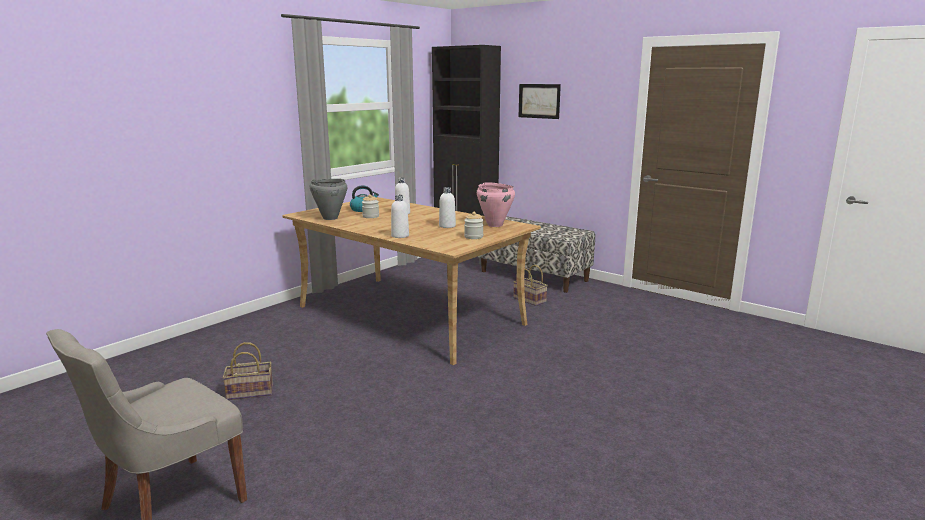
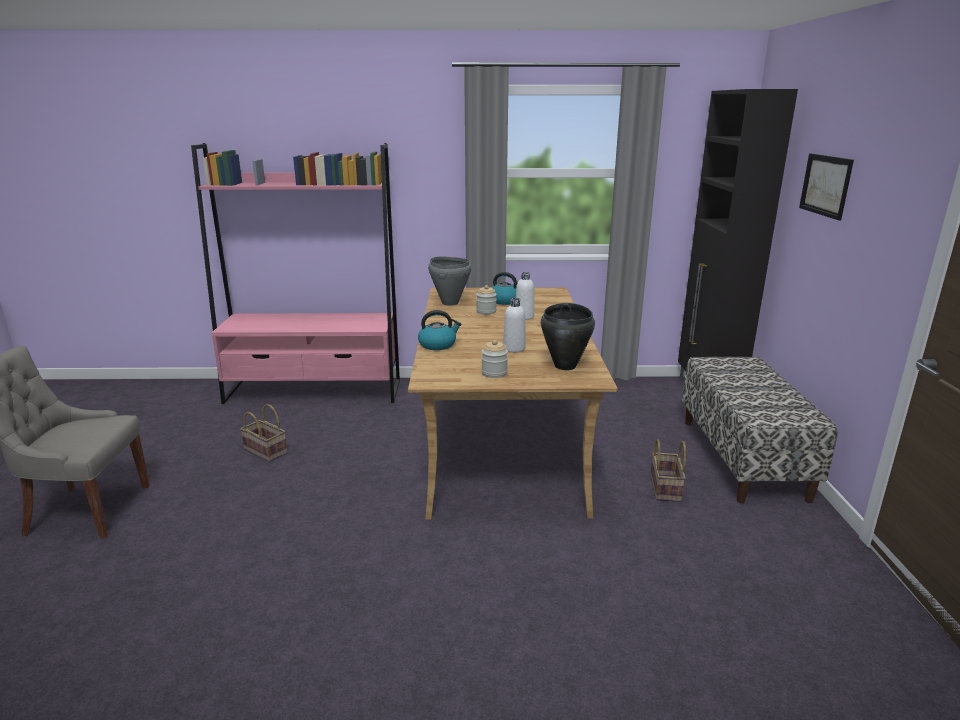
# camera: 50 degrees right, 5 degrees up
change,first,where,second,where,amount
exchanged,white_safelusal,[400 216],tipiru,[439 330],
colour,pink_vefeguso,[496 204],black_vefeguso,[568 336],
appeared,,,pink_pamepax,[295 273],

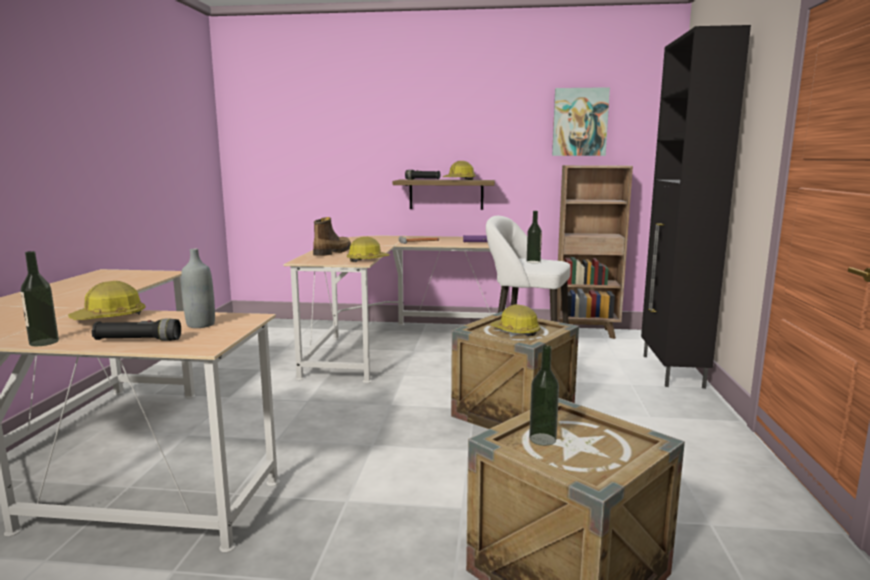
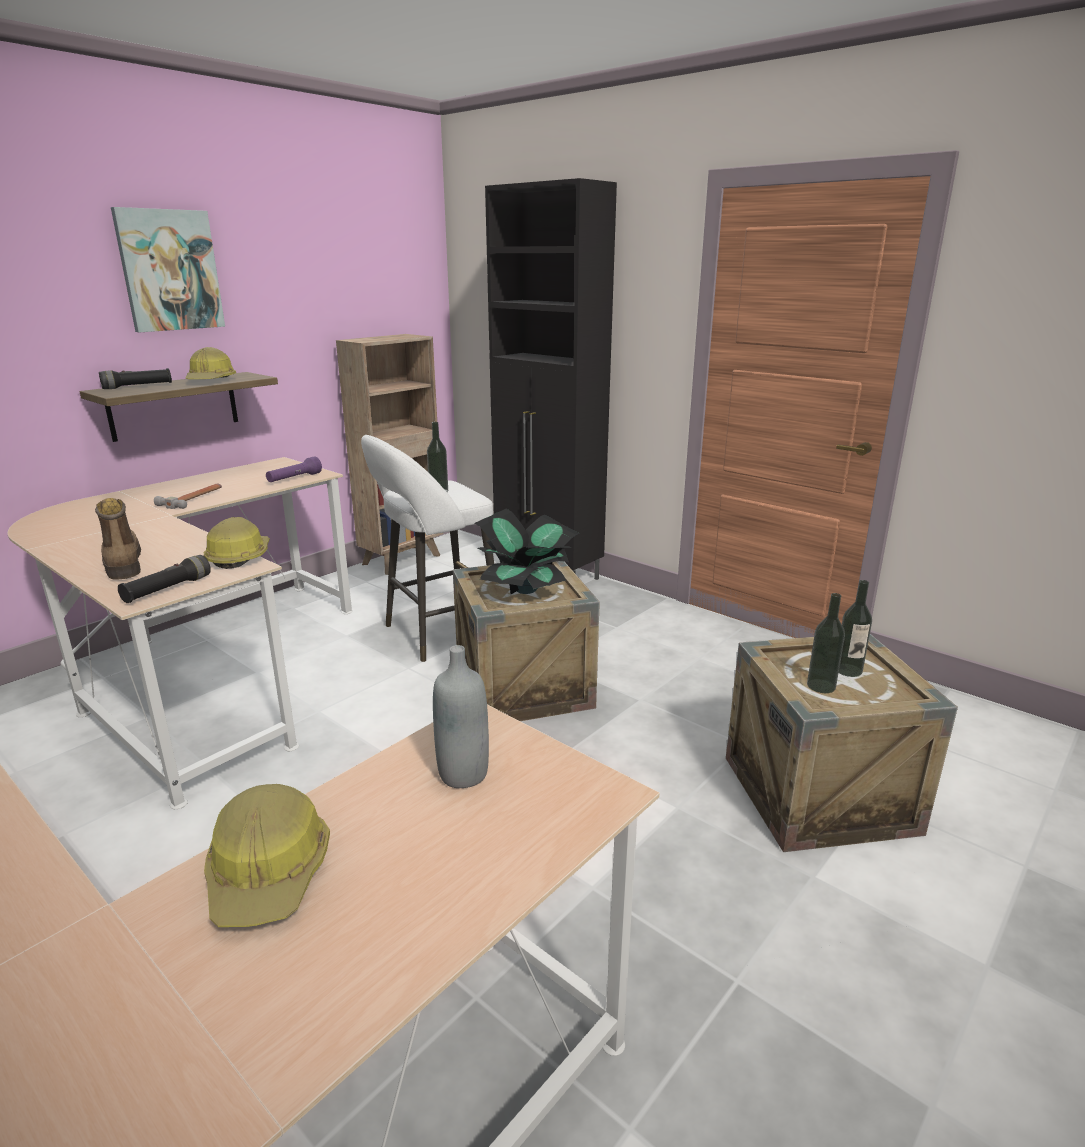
# camera: 55 degrees left, 10 degrees up
change,first,where,second,where,amount
relocated,safelusal,[39 298],,[855 628],
relocated,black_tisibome,[136 330],,[164 579],
exchanged,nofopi,[515 320],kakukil,[527 551],
relocated,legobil,[581 121],,[168 269],

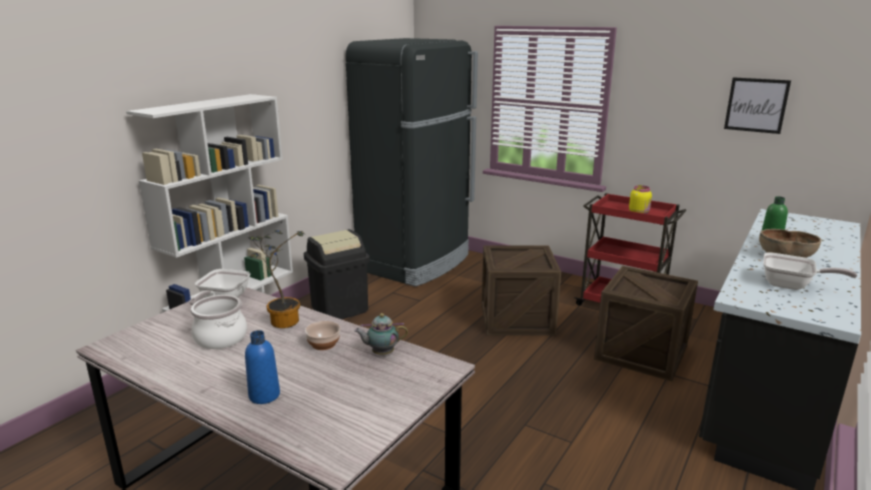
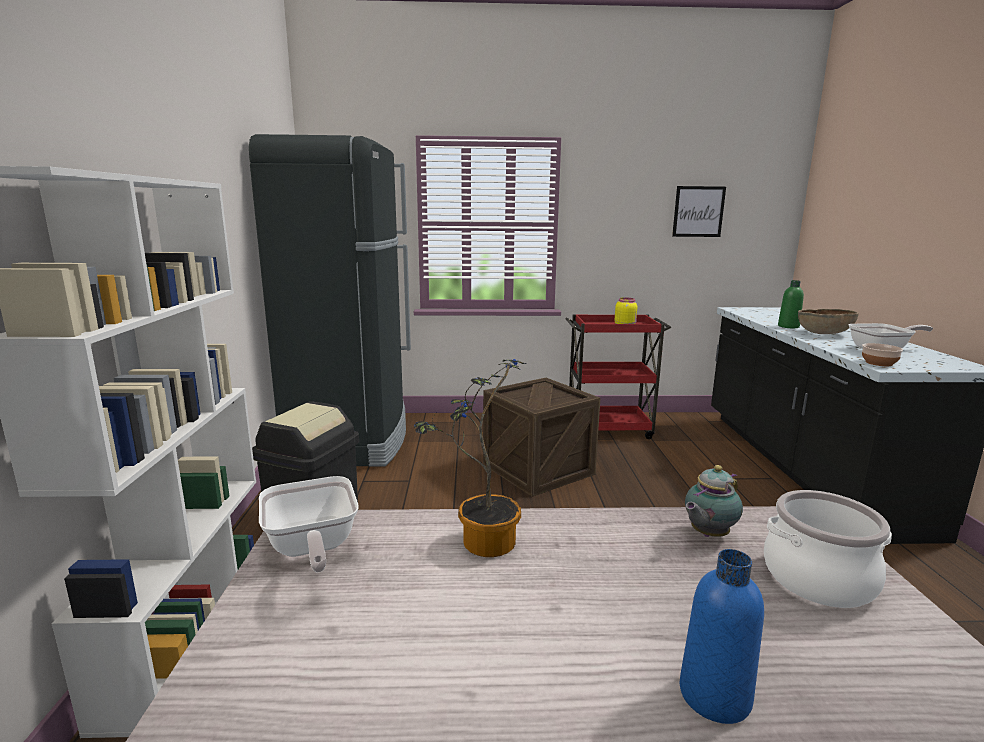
# camera: 35 degrees left, 5 degrees down
change,first,where,second,where,amount
relocated,vefeguso,[219 322],,[828 549],
relocated,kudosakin,[322 335],,[882 354],
missing,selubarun,[646 323],,,

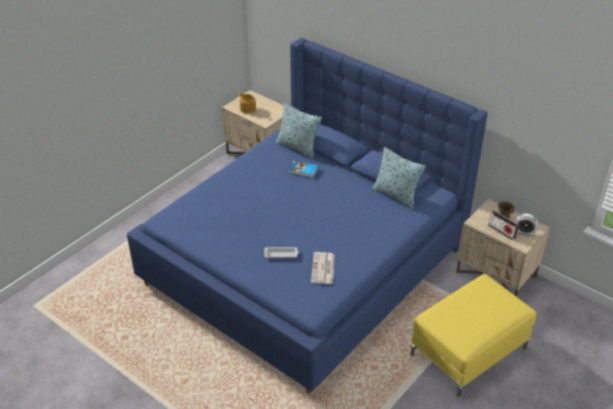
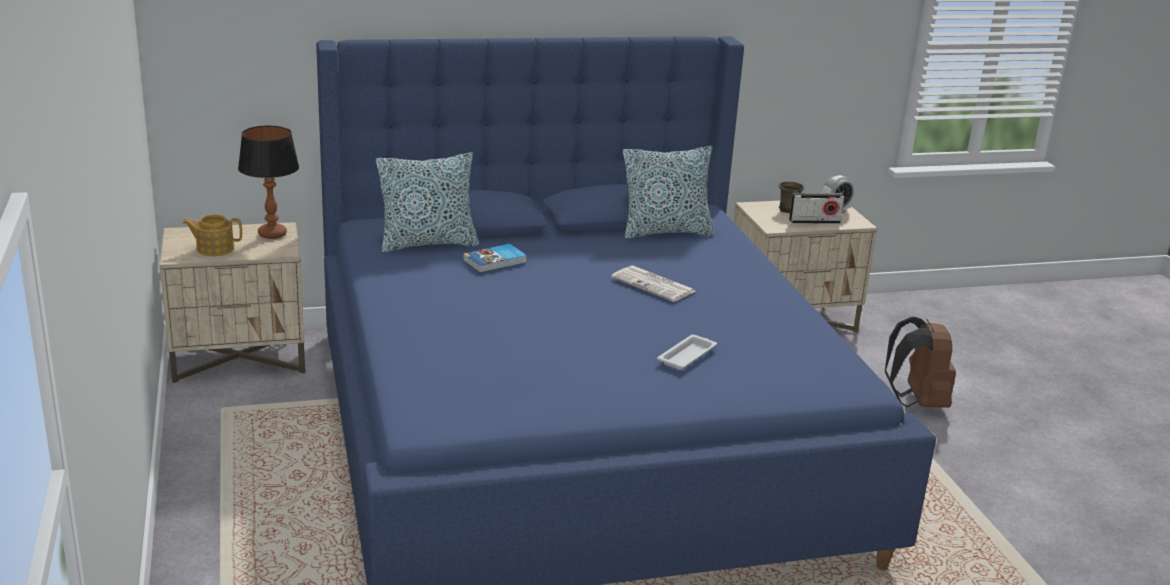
# camera: 55 degrees left, 15 degrees down
change,first,where,second,where,amount
relocated,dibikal,[323 268],,[653 284],
exchanged,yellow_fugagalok,[474 336],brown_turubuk,[920 362],
appeared,,,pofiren,[268 182],

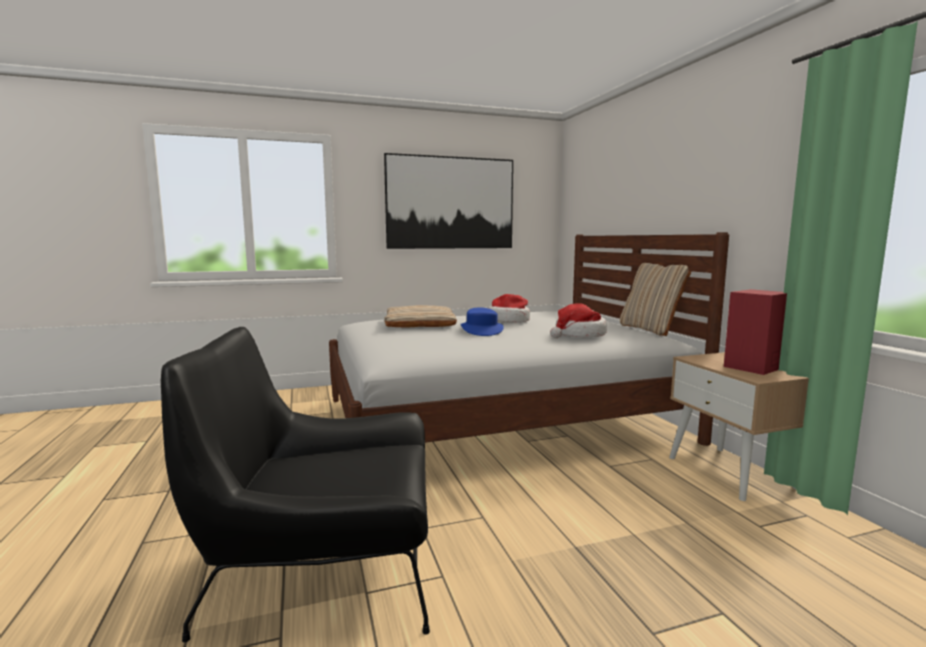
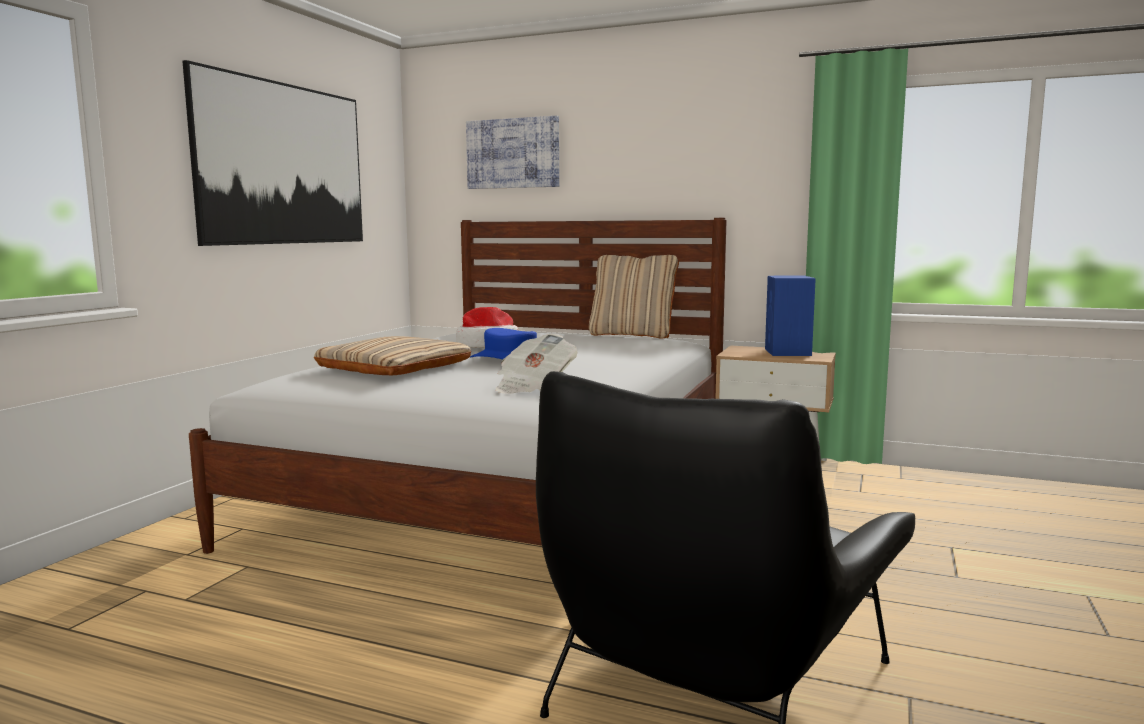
# camera: 50 degrees left, 0 degrees up
change,first,where,second,where,amount
missing,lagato,[578 320],,,
colour,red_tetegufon,[755 332],blue_tetegufon,[790 316],
appeared,,,legobil,[512 152],
appeared,,,dibikal,[536 364],

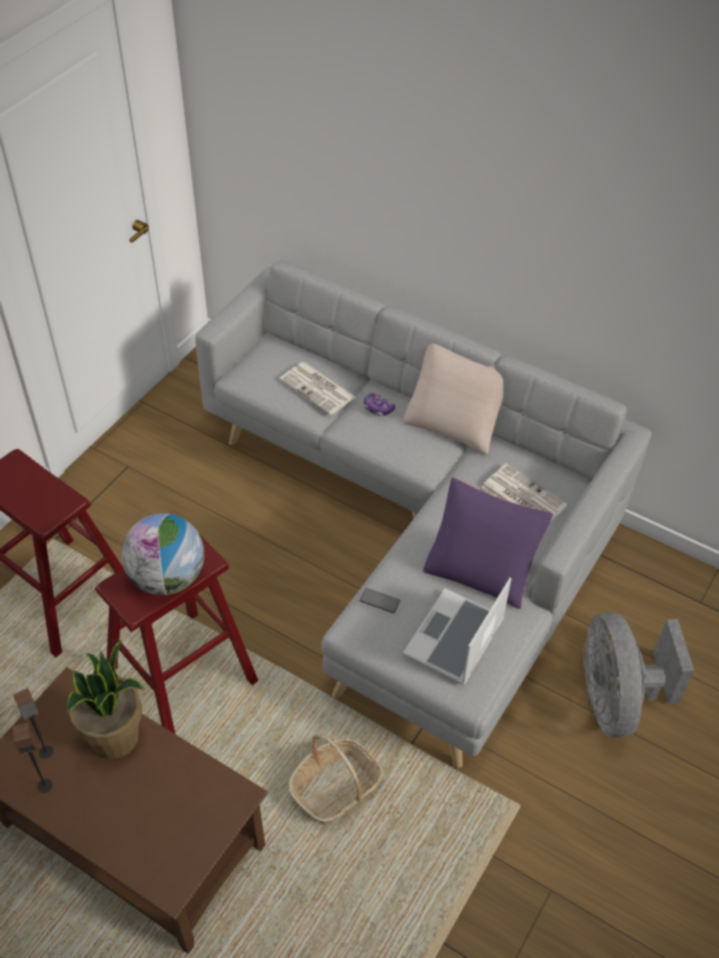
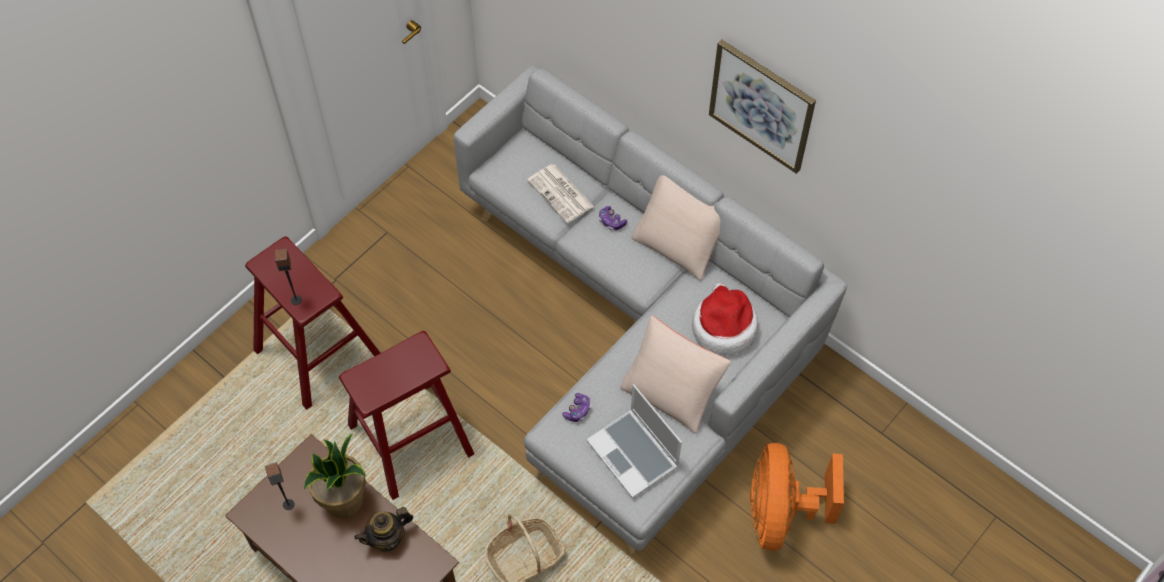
# camera: 10 degrees right, 10 degrees up
change,first,where,second,where,amount
relocated,tetegufon,[32 758],,[288 277],
missing,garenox,[162 554],,,
exchanged,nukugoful,[380 600],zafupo,[576 407],
spun,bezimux,[457 631],,[634 441],75 degrees counterclockwise
colour,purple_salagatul,[488 543],beige_salagatul,[675 375],
exchanged,dibikal,[524 492],lagato,[725 319],
colour,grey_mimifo,[638 675],orange_mimifo,[797 497],
appeared,,,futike,[383 529],
appeared,,,legobil,[762 106],

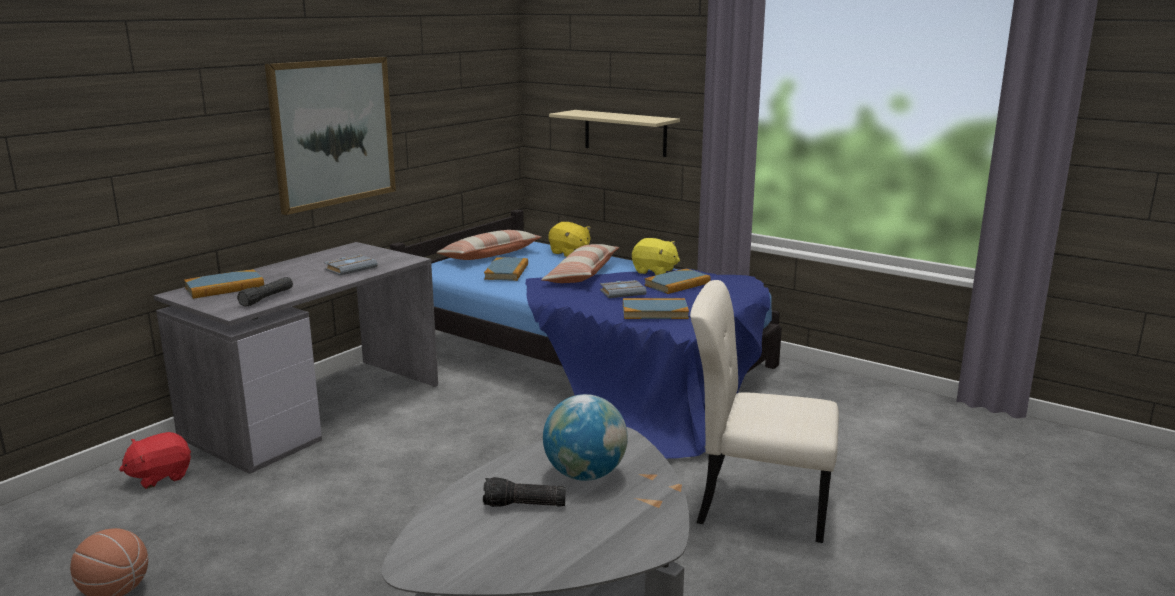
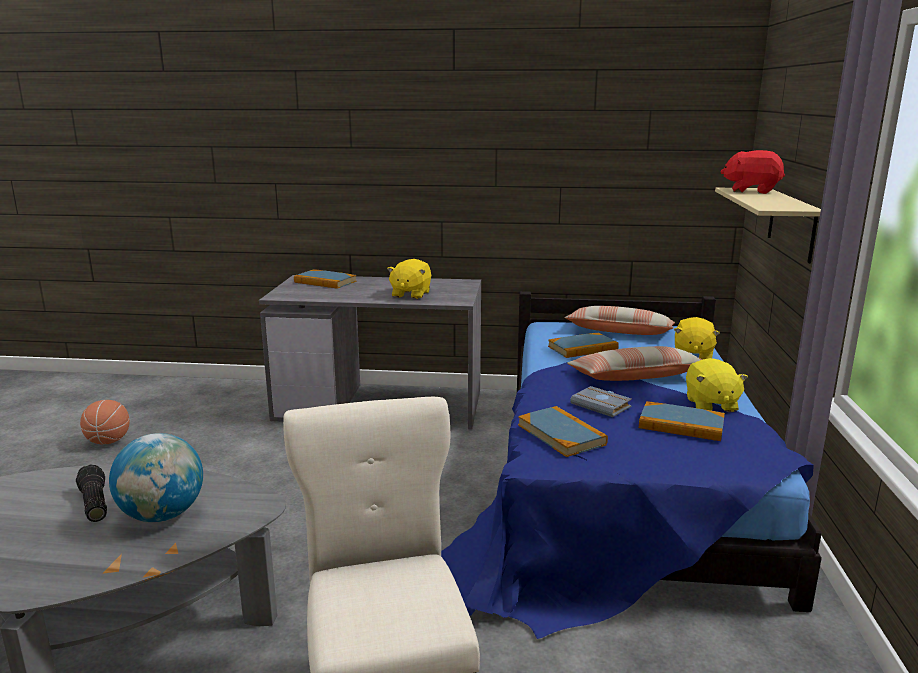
# camera: 60 degrees right, 0 degrees up
change,first,where,second,where,amount
relocated,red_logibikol,[155 460],,[752 172],
missing,black_tisibome,[265 291],,,
missing,legobil,[330 136],,,
exchanged,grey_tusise,[351 265],yellow_logibikol,[409 279],

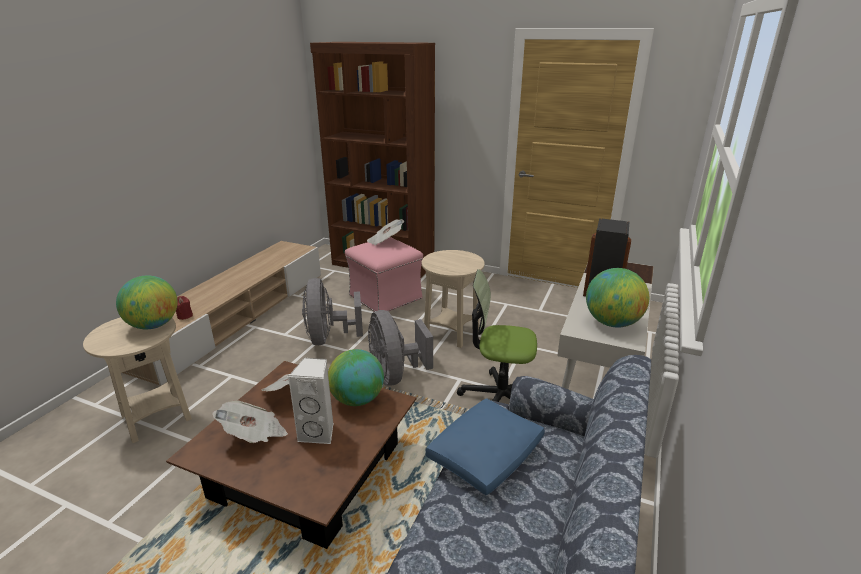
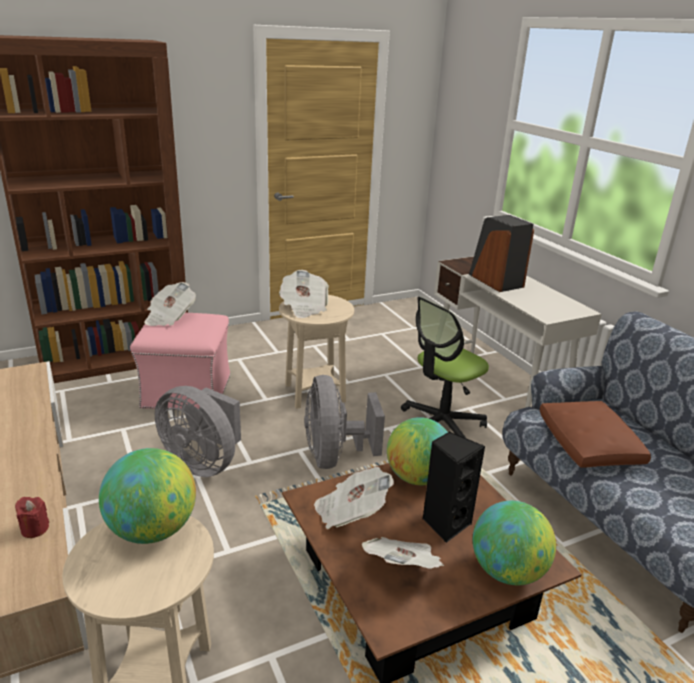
# camera: 50 degrees left, 0 degrees up
change,first,where,second,where,amount
colour,white_tetegufon,[311 401],black_tetegufon,[453 487],
spun,grey_mimifo,[400 348],,[344 422],60 degrees clockwise
colour,blue_salagatul,[485 446],brown_salagatul,[595 434],
relocated,garenox,[617 298],,[514 543],
appeared,,,dibikal,[304 294],

